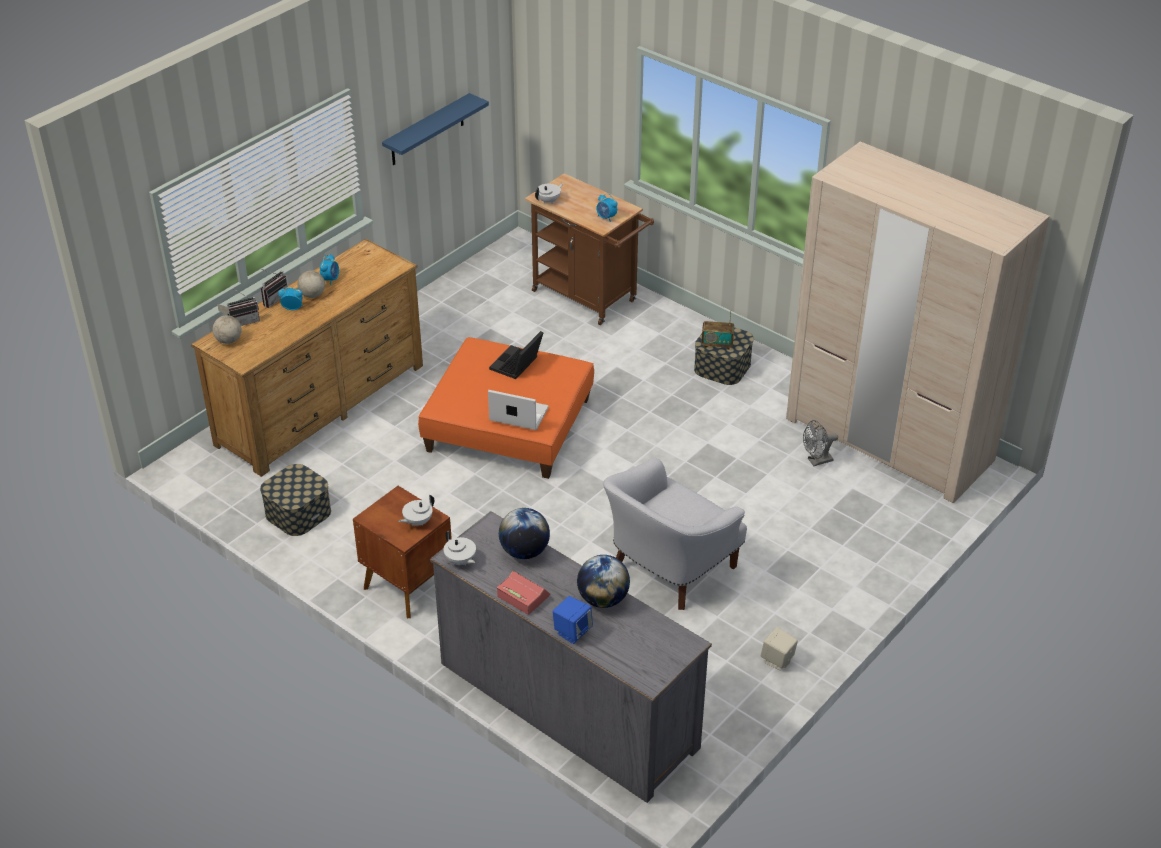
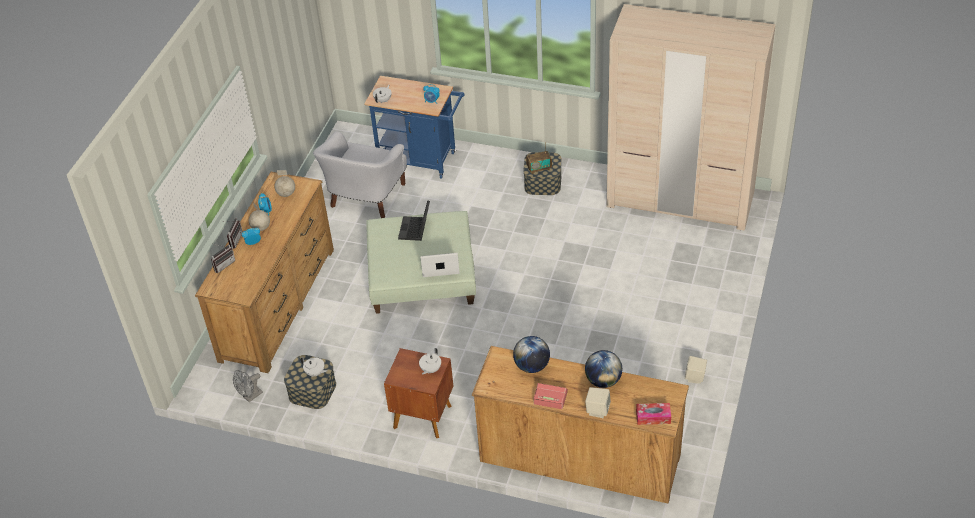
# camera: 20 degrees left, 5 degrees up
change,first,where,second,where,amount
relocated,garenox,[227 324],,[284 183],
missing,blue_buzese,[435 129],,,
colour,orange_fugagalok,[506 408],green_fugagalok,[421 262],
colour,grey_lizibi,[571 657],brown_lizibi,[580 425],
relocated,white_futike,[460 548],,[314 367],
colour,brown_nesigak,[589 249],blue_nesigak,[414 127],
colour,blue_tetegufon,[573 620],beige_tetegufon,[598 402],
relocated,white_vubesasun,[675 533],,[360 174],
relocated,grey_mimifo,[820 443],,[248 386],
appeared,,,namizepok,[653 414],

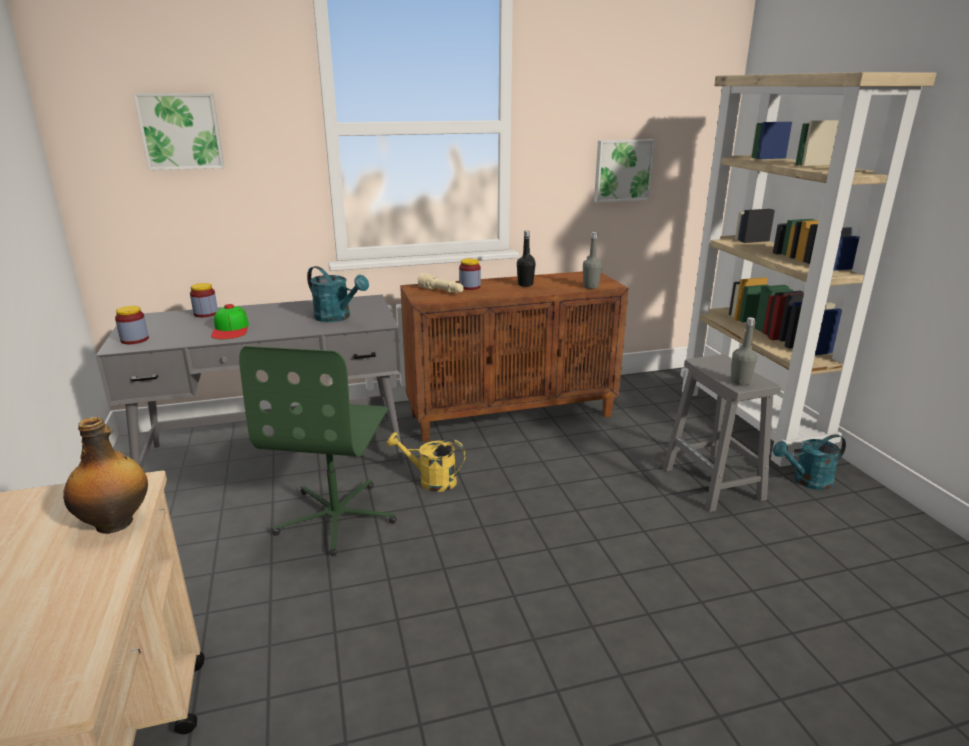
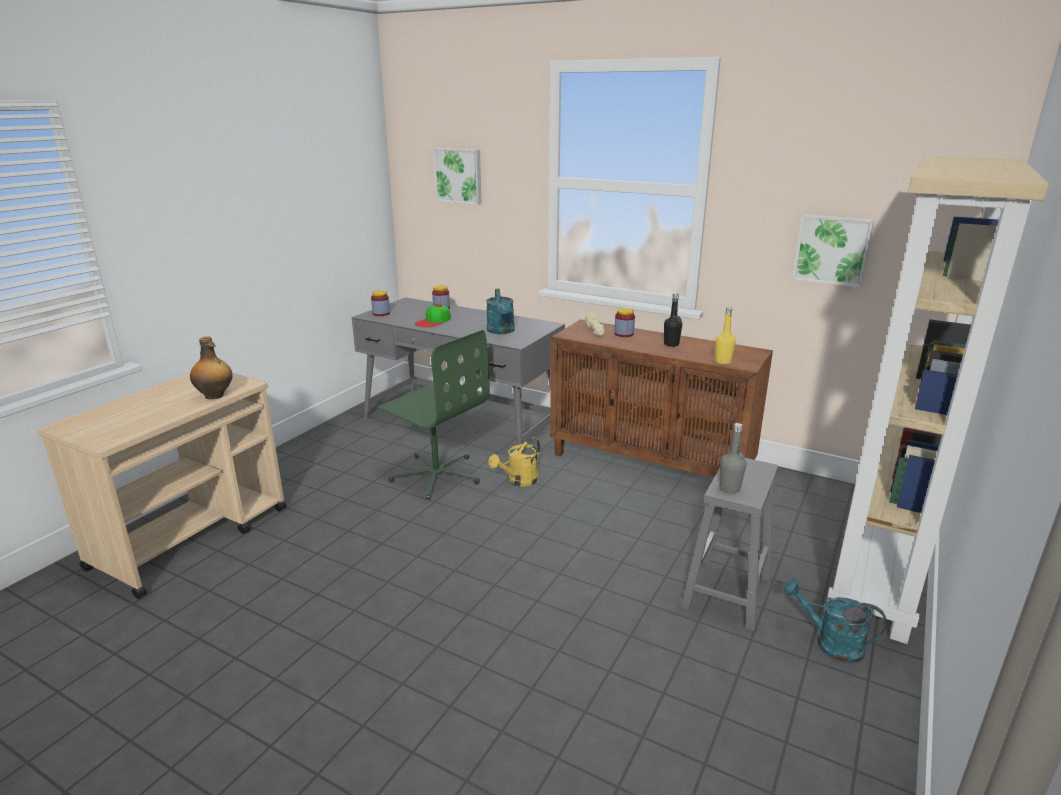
# camera: 45 degrees right, 0 degrees up
change,first,where,second,where,amount
spun,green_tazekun,[317 451],,[433 415],105 degrees counterclockwise
spun,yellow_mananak,[426 462],,[514 462],105 degrees counterclockwise
colour,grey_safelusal,[592 260],yellow_safelusal,[725 335],

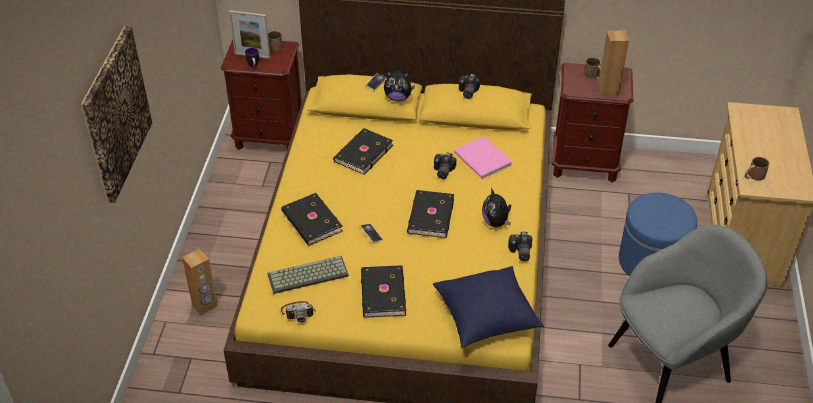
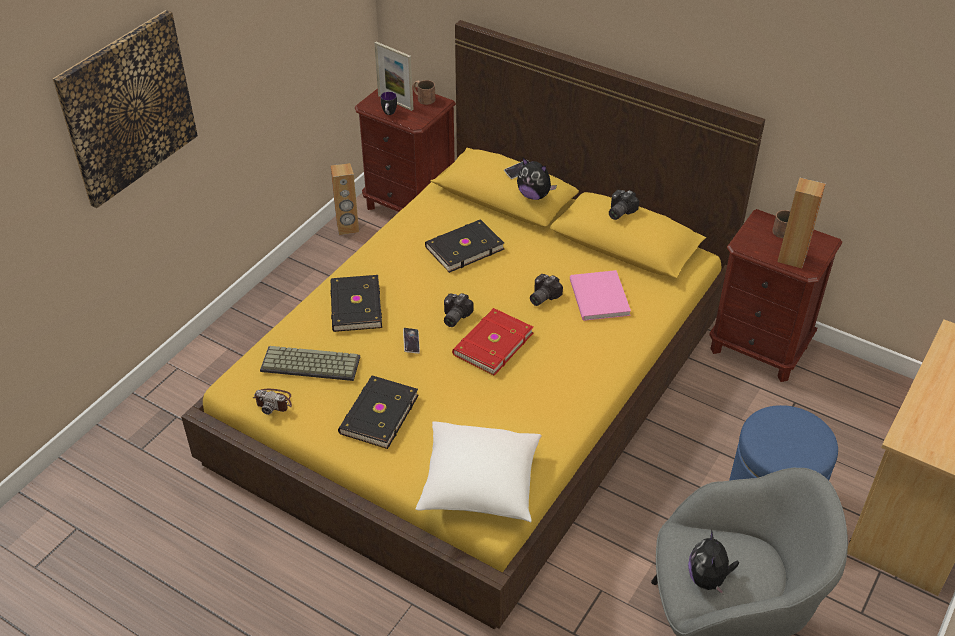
# camera: 25 degrees right, 0 degrees up
change,first,where,second,where,amount
relocated,brown_tetegufon,[200 282],,[344 199],
colour,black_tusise,[430 214],red_tusise,[492 342],
colour,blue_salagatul,[488 307],white_salagatul,[478 471],
relocated,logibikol,[496 207],,[713 562],
relocated,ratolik,[520 247],,[459 310],
missing,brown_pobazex,[757 169],,,

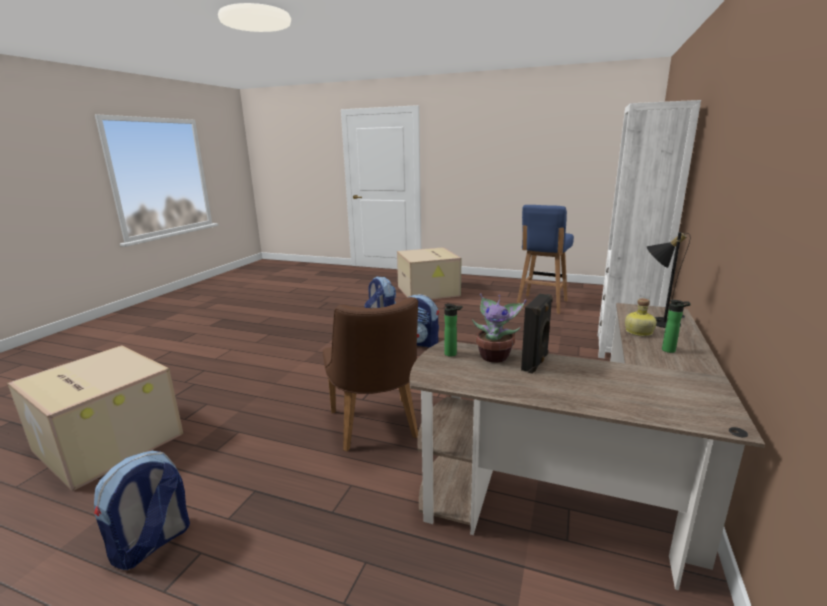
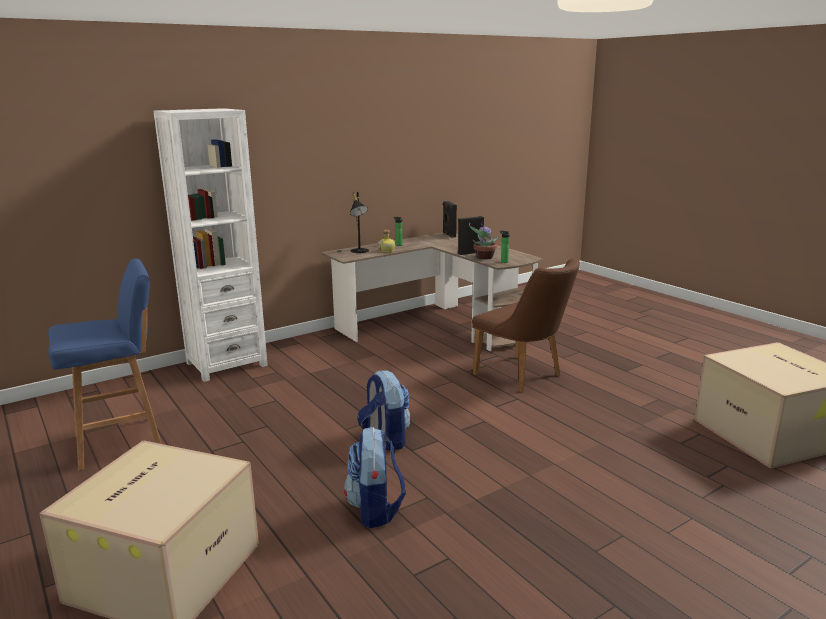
# camera: 145 degrees left, 0 degrees up
change,first,where,second,where,amount
missing,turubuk,[142 510],,,
spun,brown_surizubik,[370 374],,[526 325],120 degrees clockwise
appeared,,,black_tetegufon,[450 219],

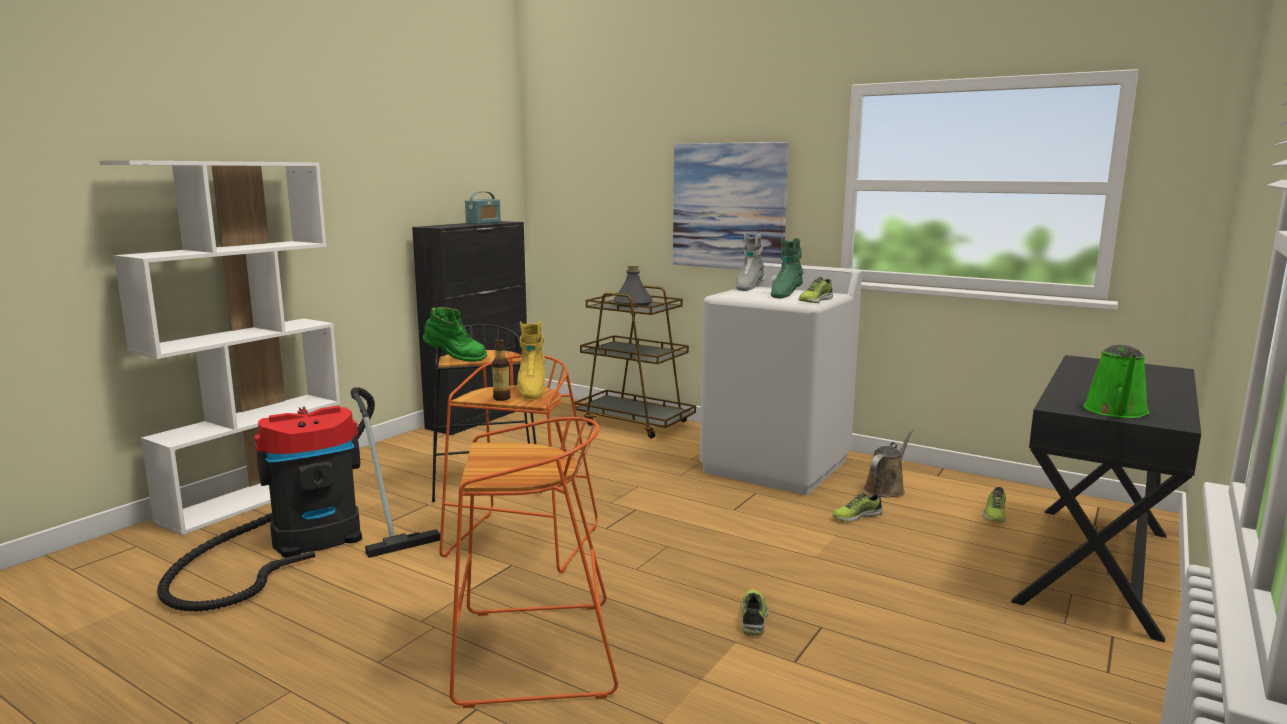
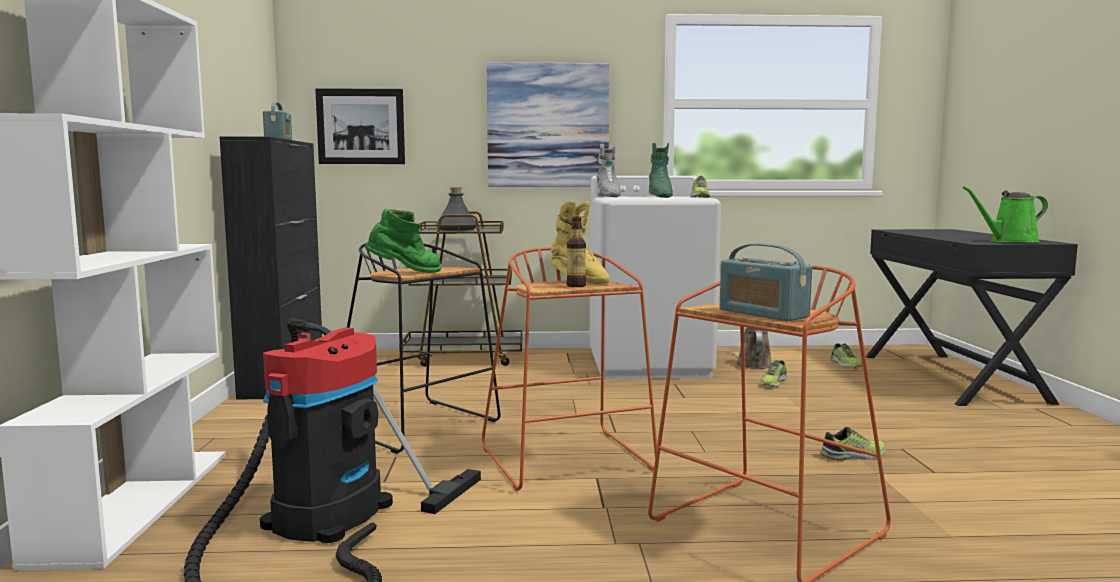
# camera: 35 degrees left, 5 degrees down
change,first,where,second,where,amount
spun,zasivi,[755 612],,[853 443],105 degrees clockwise
spun,green_mananak,[1116 381],,[1005 214],90 degrees clockwise
appeared,,,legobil,[360 126],
appeared,,,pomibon,[766 282],

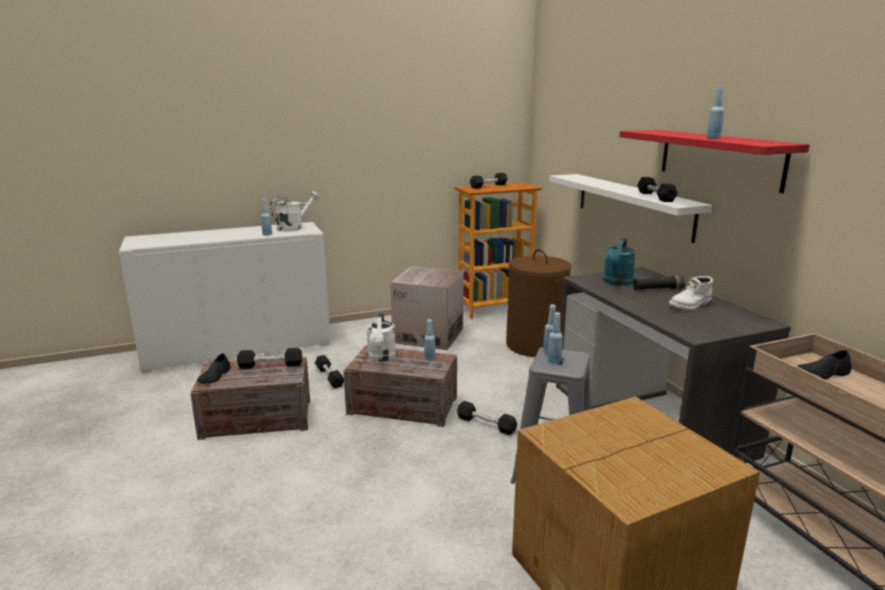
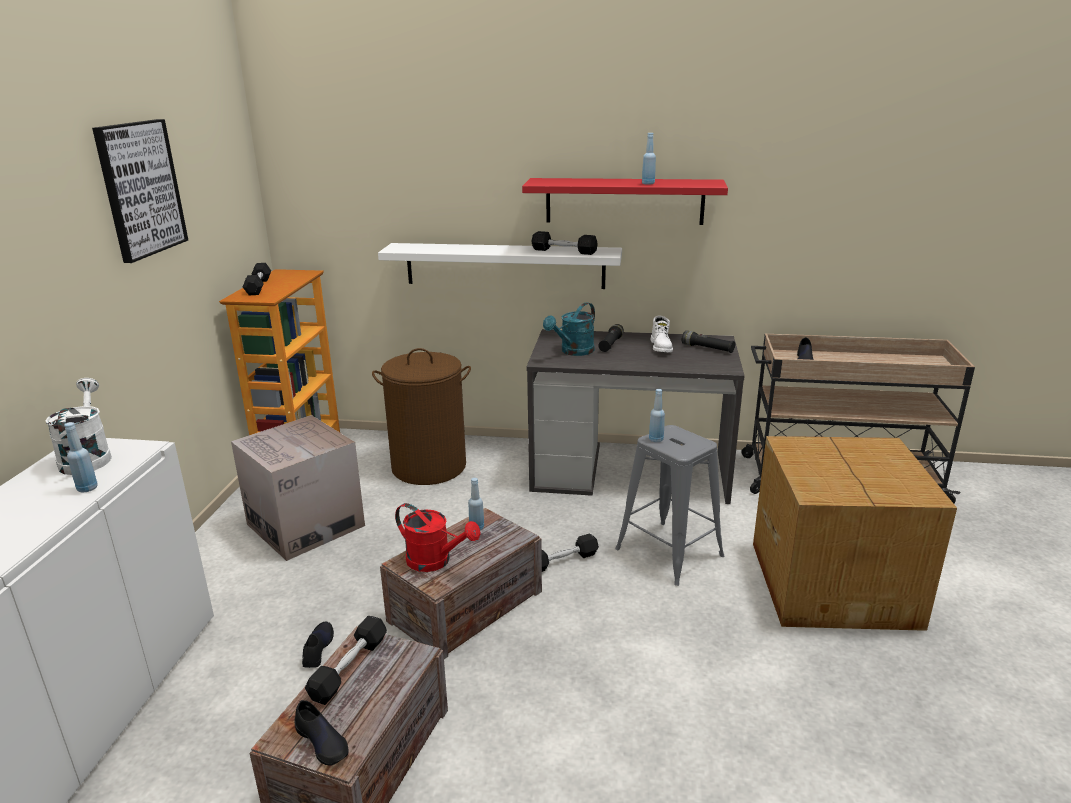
# camera: 60 degrees left, 5 degrees up
change,first,where,second,where,amount
exchanged,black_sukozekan,[329 371],black_zasivi,[318 644],
colour,white_mananak,[381 337],red_mananak,[438 537],
missing,blue_safelusal,[555 338],,,
spun,turquoise_mananak,[619 262],,[569 329],75 degrees clockwise
appeared,,,legobil,[140 191],
appeared,,,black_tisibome,[709 342],

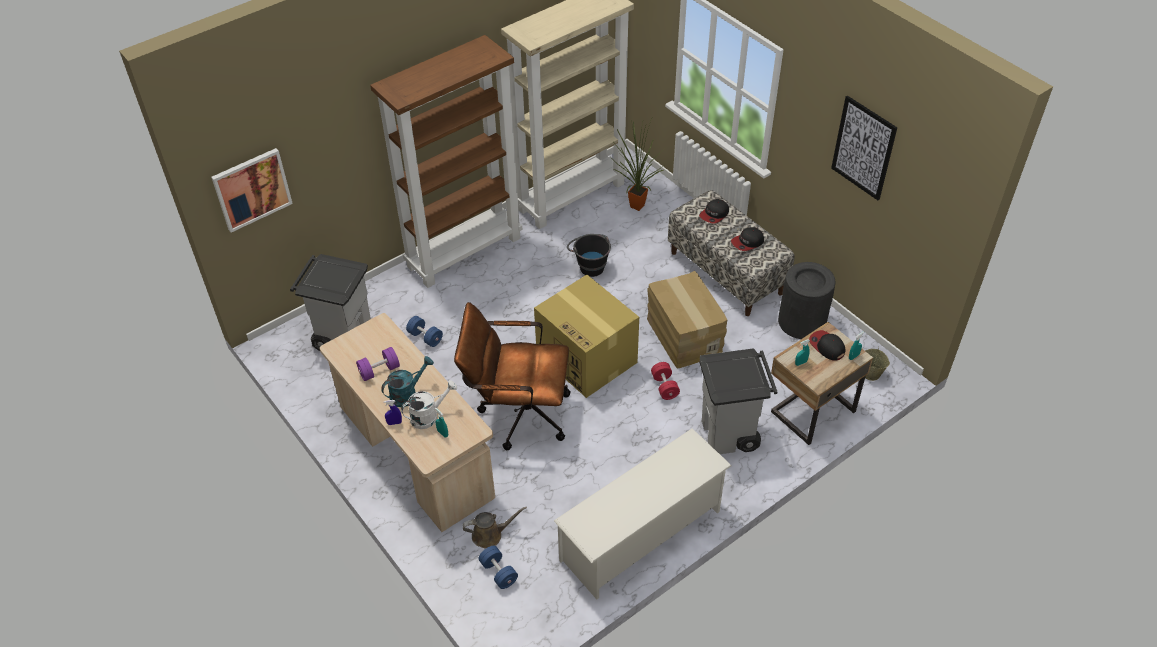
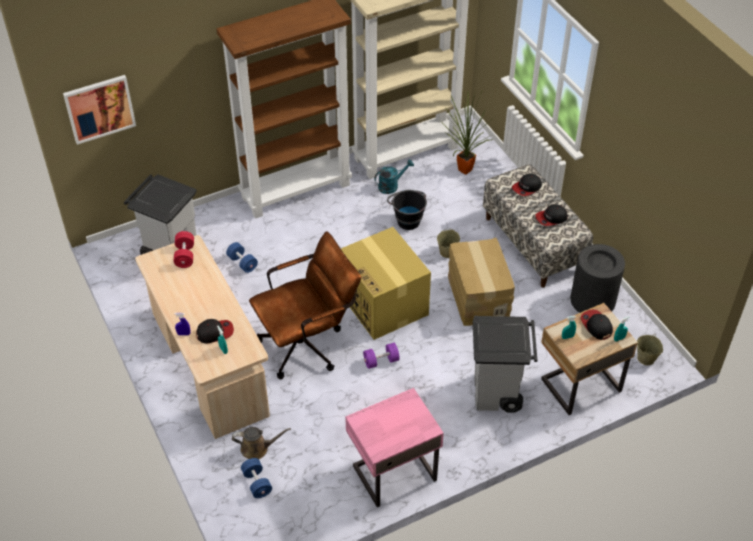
# camera: 10 degrees right, 0 degrees up
change,first,where,second,where,amount
relocated,purple_sukozekan,[378 364],,[381 356],
relocated,turquoise_mananak,[407 381],,[394 176],
exchanged,white_mananak,[429 404],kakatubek,[215 331],
spun,brown_tazekun,[512 376],,[305 305],135 degrees clockwise
exchanged,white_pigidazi,[643 513],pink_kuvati,[394 447],
relocated,red_sukozekan,[665 381],,[184 249],
missing,legobil,[864 148],,,
appeared,,,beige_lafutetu,[448 243],

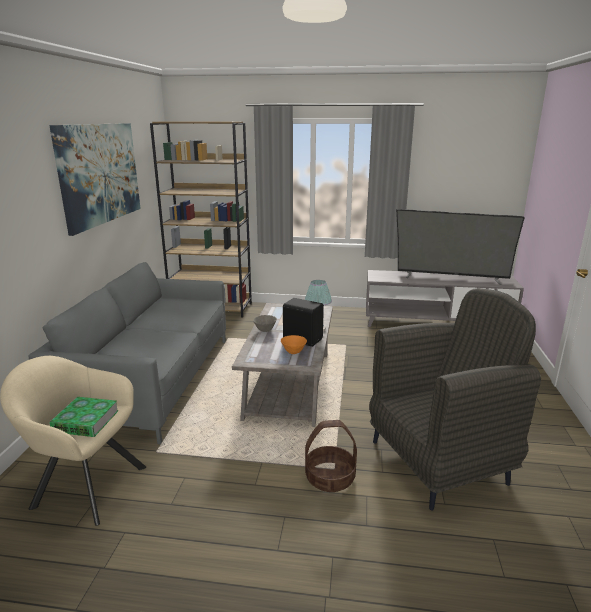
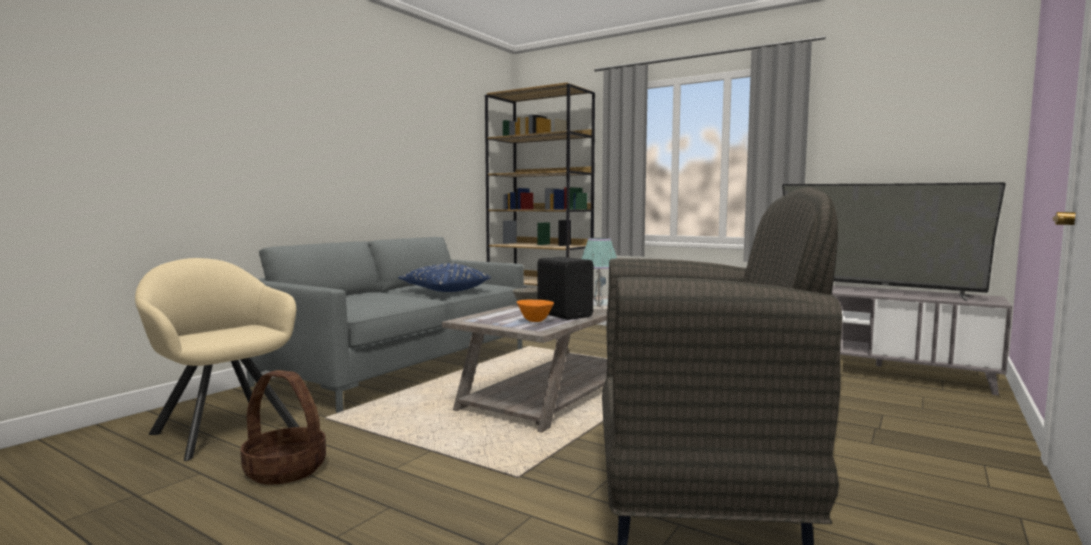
# camera: 25 degrees right, 15 degrees down
change,first,where,second,where,amount
missing,legobil,[95 179],,,
missing,tusise,[84 417],,,
relocated,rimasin,[331 456],,[283 427],
appeared,,,blue_salagatul,[444 277],

